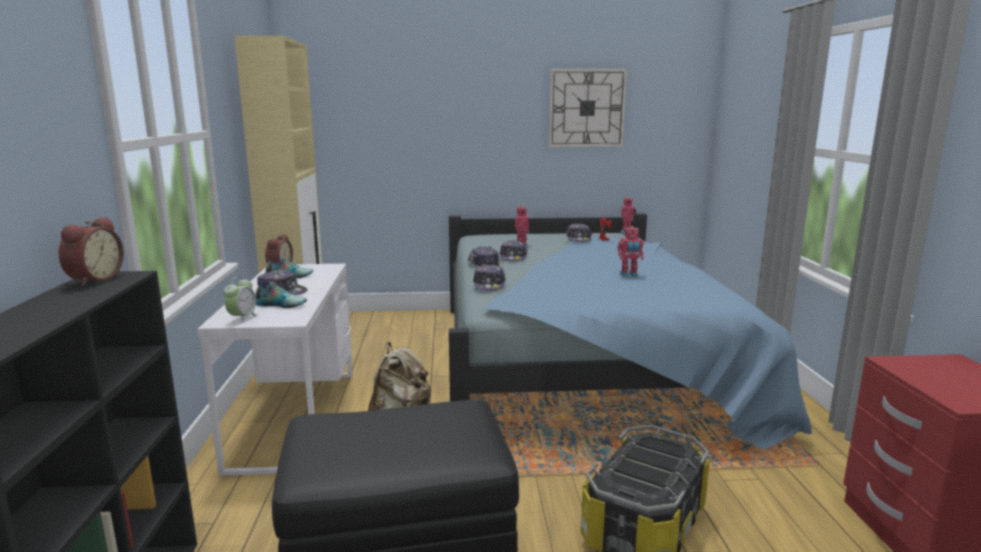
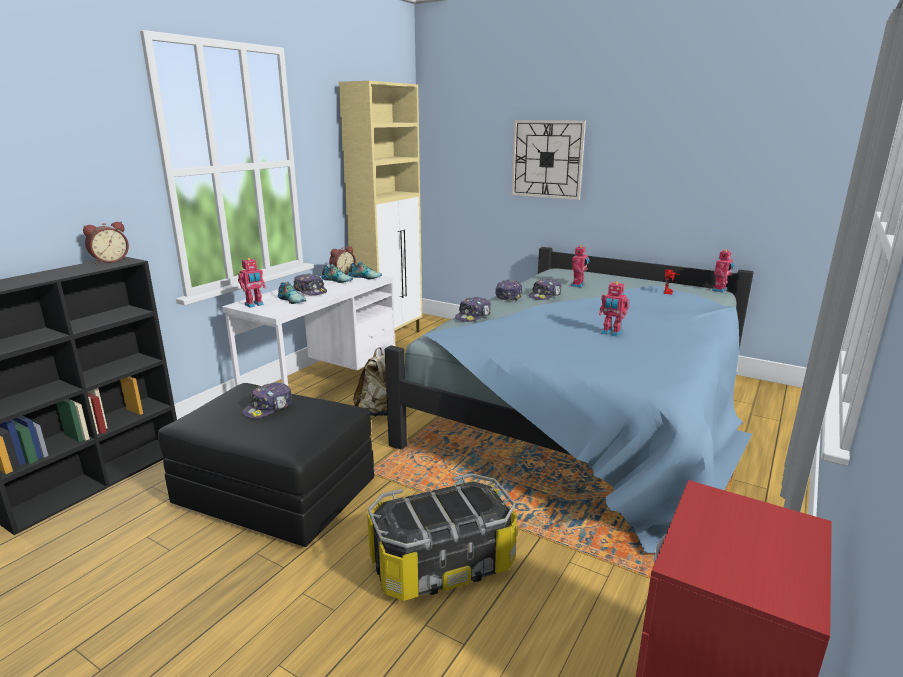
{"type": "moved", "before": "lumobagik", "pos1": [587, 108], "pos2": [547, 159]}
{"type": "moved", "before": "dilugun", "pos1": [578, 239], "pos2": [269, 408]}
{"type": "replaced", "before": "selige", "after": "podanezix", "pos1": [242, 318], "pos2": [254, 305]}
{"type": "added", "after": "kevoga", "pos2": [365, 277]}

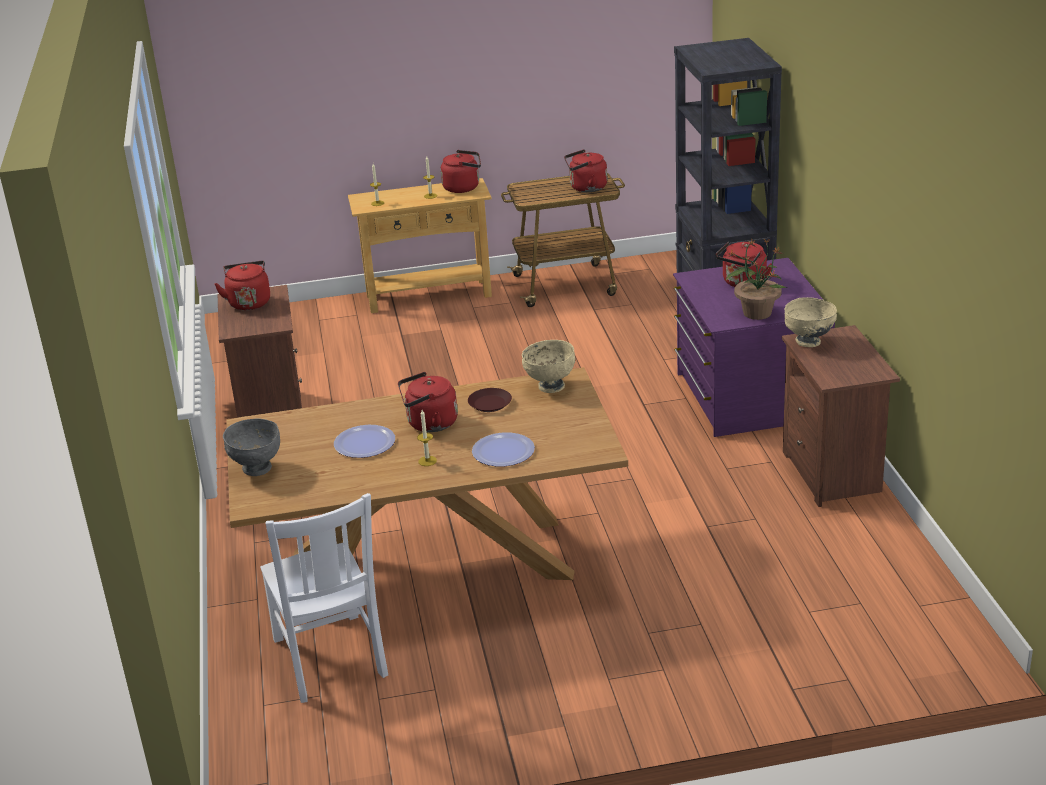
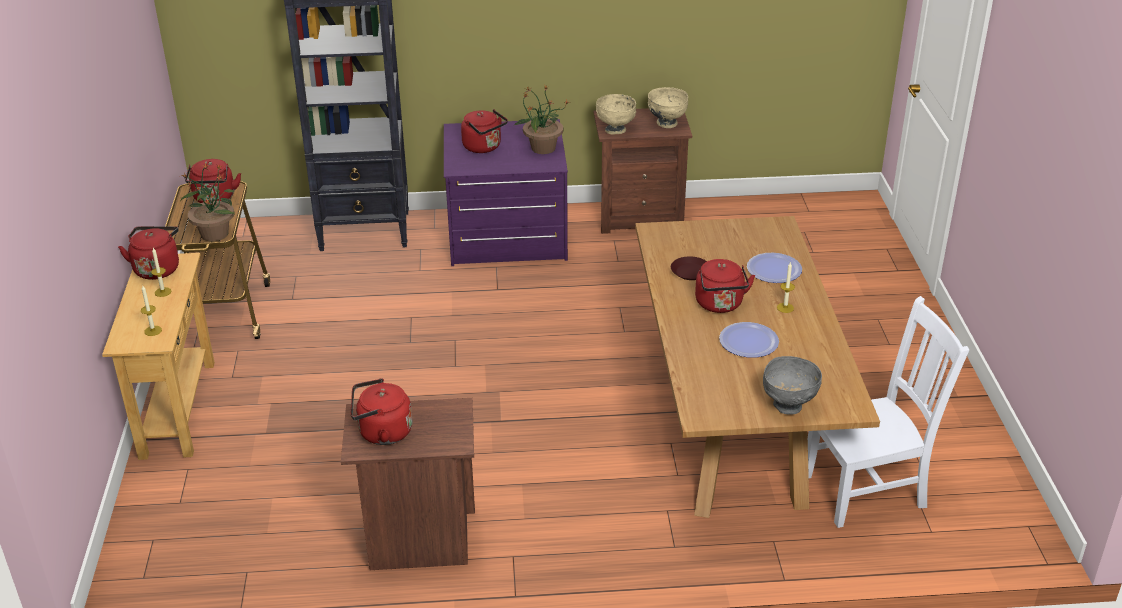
{"type": "moved", "before": "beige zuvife", "pos1": [550, 386], "pos2": [666, 124]}
{"type": "added", "after": "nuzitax", "pos2": [214, 233]}

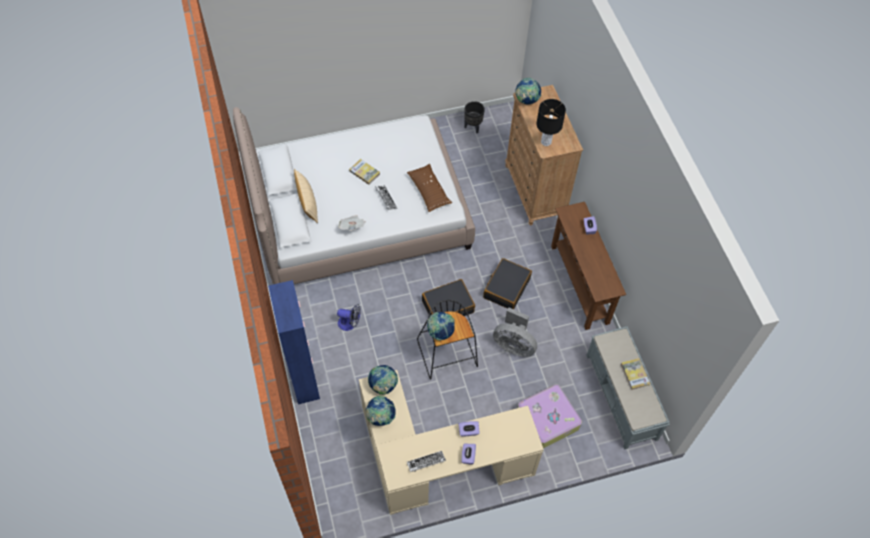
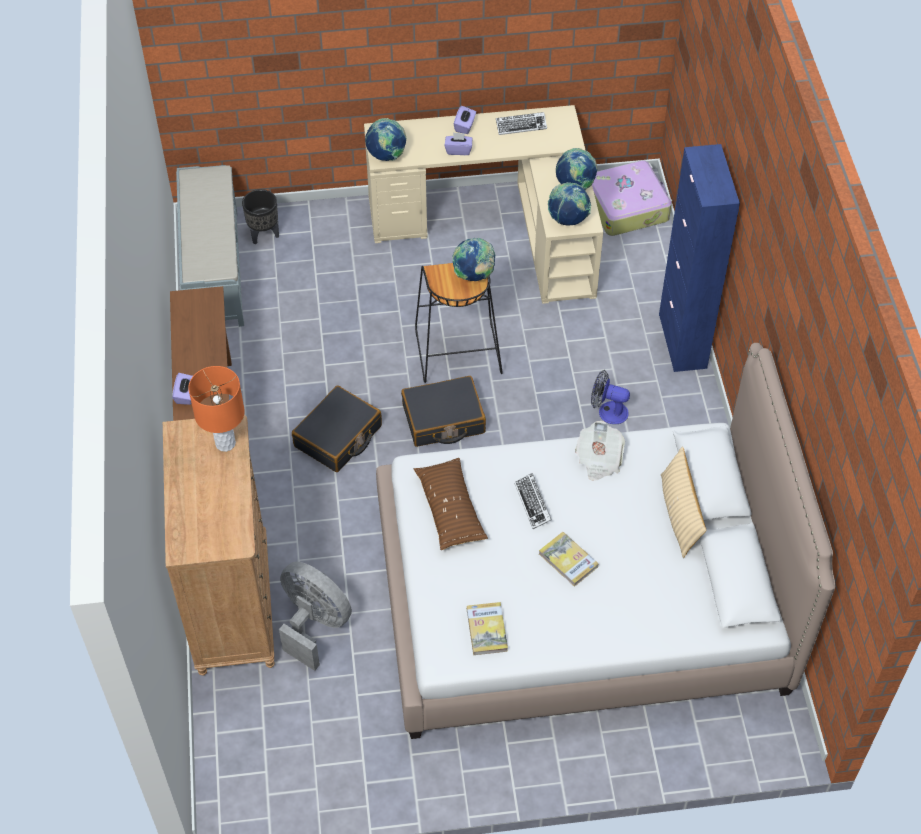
{"type": "moved", "before": "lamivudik", "pos1": [526, 100], "pos2": [387, 156]}
{"type": "recoloured", "before": "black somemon", "after": "orange somemon", "pos1": [546, 142], "pos2": [225, 443]}
{"type": "moved", "before": "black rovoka", "pos1": [473, 127], "pos2": [264, 234]}
{"type": "moved", "before": "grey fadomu", "pos1": [513, 345], "pos2": [314, 624]}
{"type": "moved", "before": "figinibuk", "pos1": [634, 374], "pos2": [487, 630]}
{"type": "moved", "before": "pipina", "pos1": [547, 420], "pos2": [627, 206]}

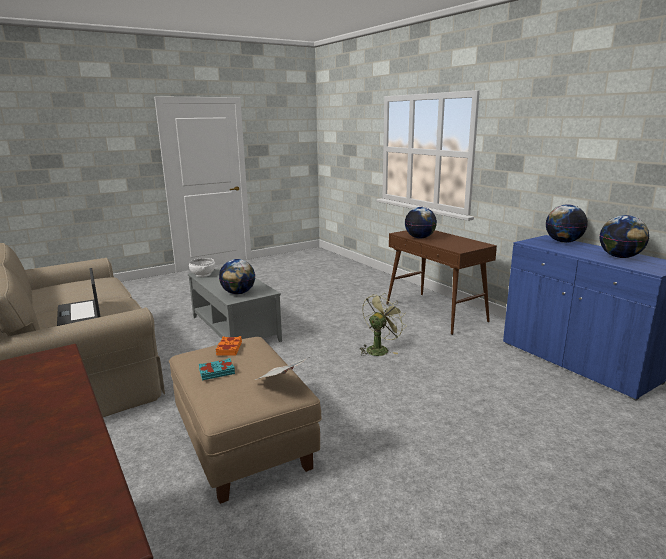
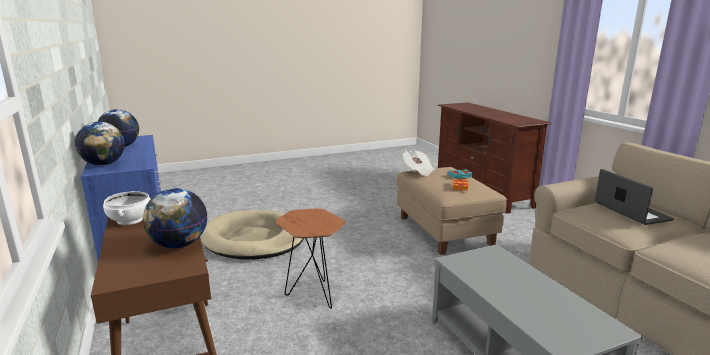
{"type": "moved", "before": "white zuvife", "pos1": [203, 275], "pos2": [129, 220]}
{"type": "removed", "before": "lamivudik", "pos1": [238, 293]}
{"type": "replaced", "before": "green fadomu", "after": "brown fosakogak", "pos1": [379, 349], "pos2": [312, 293]}
{"type": "added", "after": "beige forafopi", "pos2": [254, 239]}

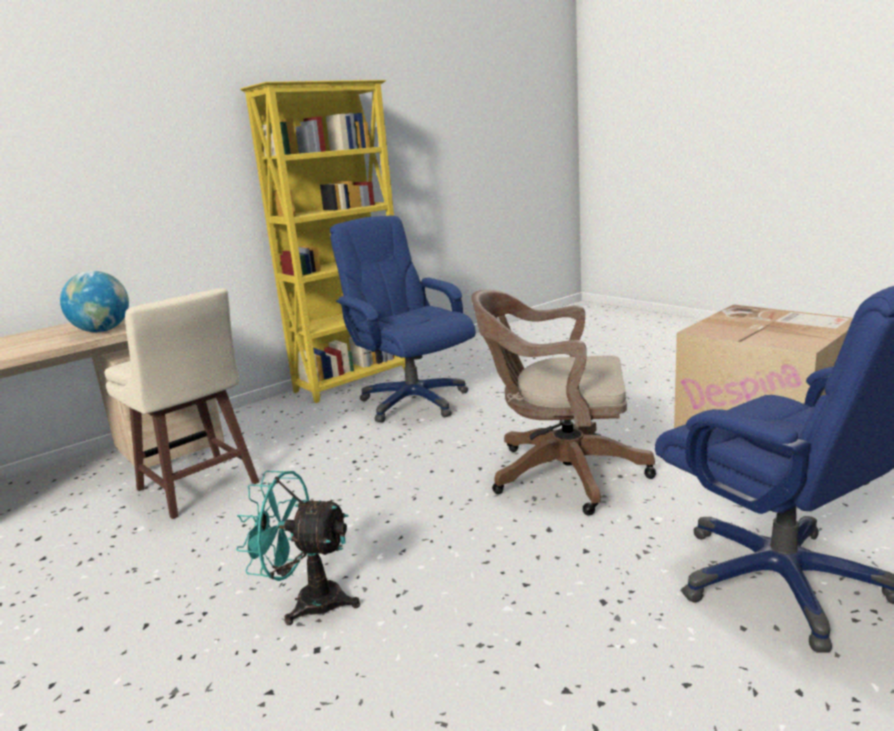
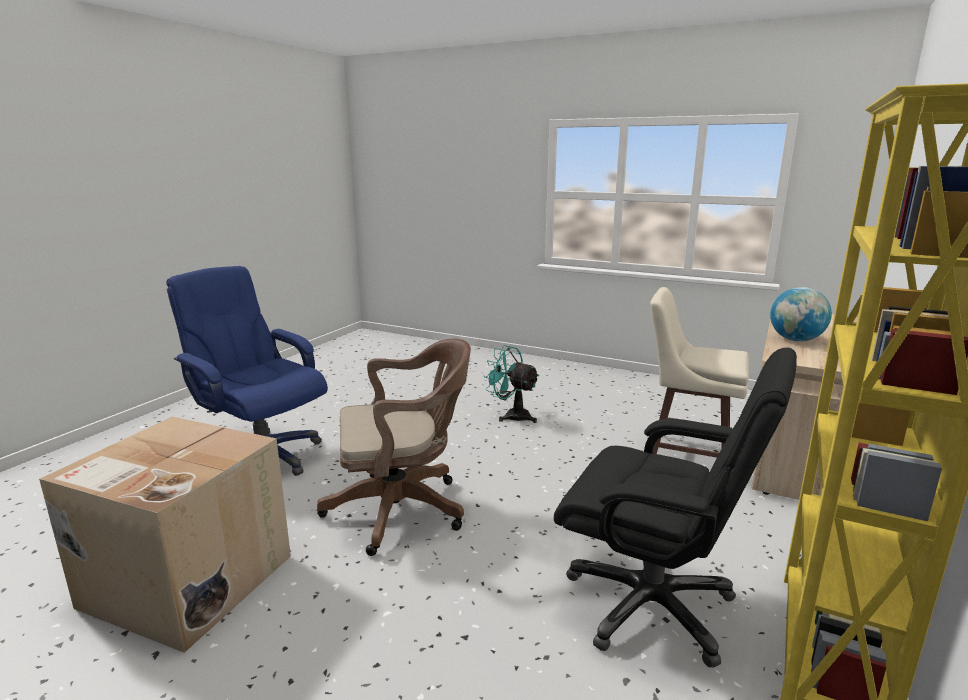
{"type": "recoloured", "before": "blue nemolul", "after": "black nemolul", "pos1": [413, 402], "pos2": [652, 605]}
{"type": "turned", "before": "turquoise fadomu", "pos1": [308, 601], "pos2": [512, 415], "turn": -135}

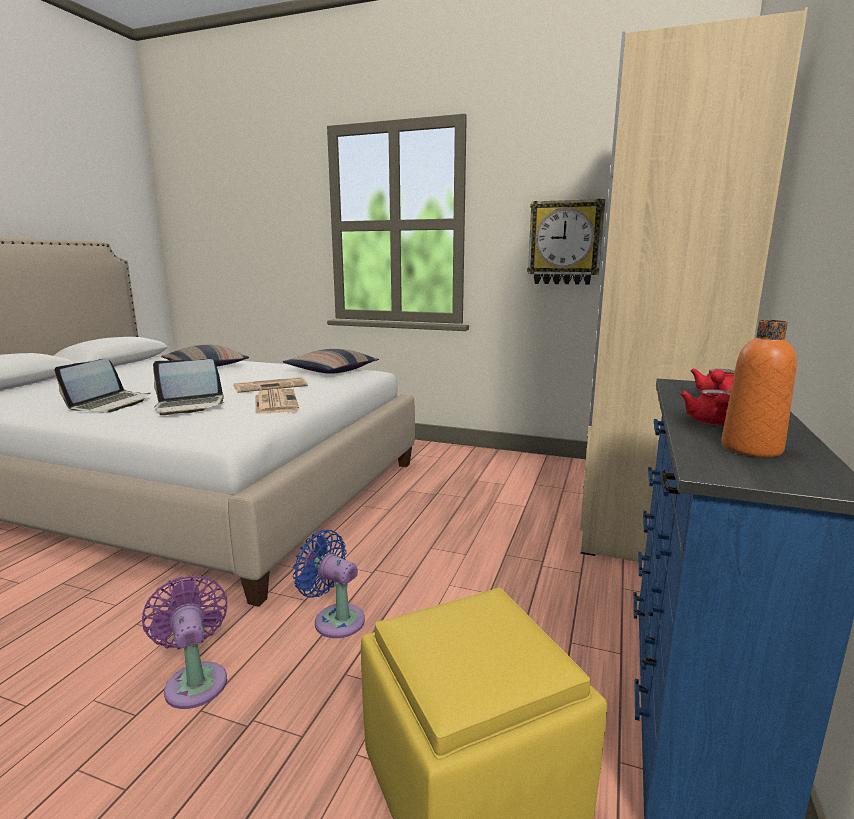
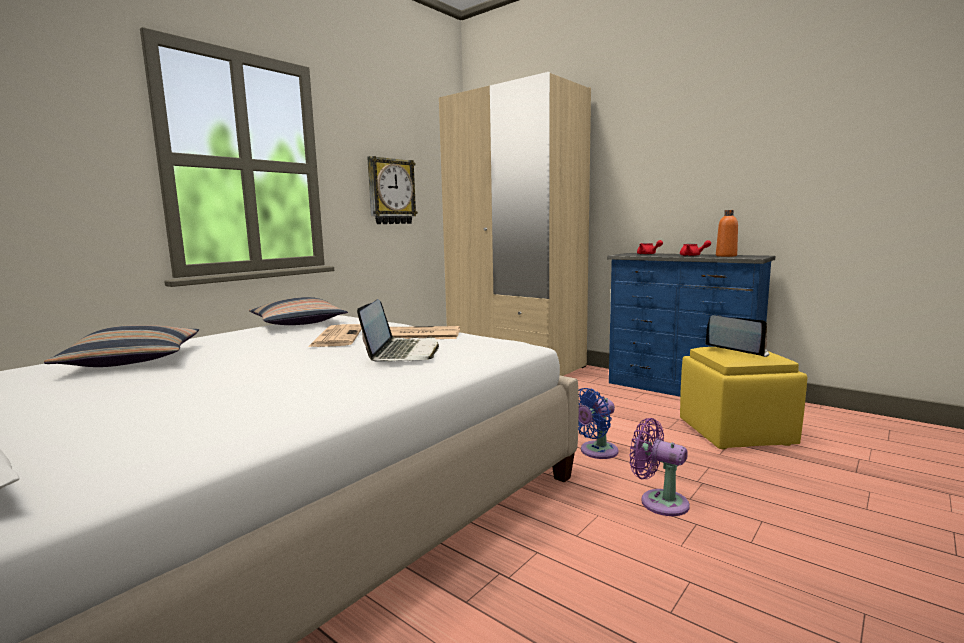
{"type": "moved", "before": "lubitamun", "pos1": [110, 404], "pos2": [737, 351]}
{"type": "turned", "before": "purple fadomu", "pos1": [195, 680], "pos2": [659, 501], "turn": 45}

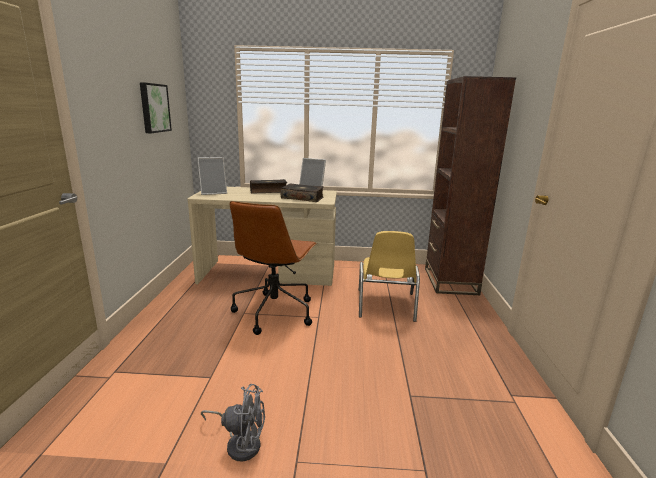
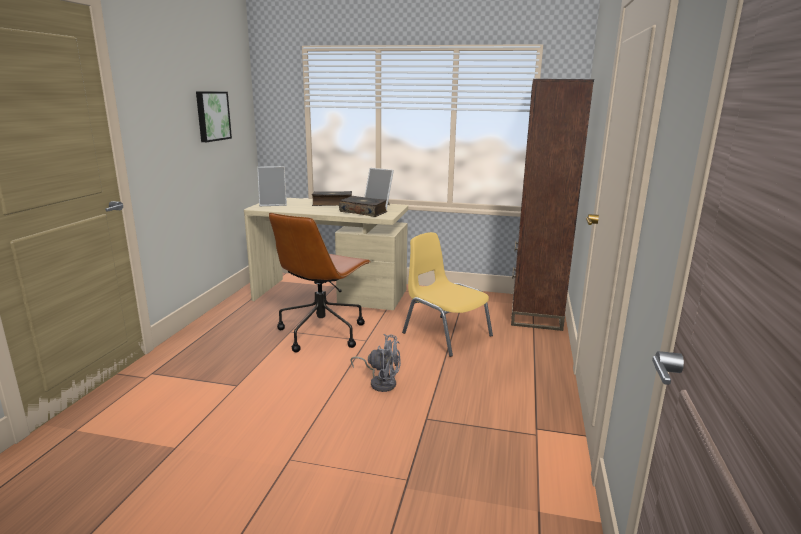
{"type": "turned", "before": "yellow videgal", "pos1": [386, 305], "pos2": [445, 334], "turn": 120}
{"type": "moved", "before": "grey fadomu", "pos1": [240, 443], "pos2": [380, 382]}

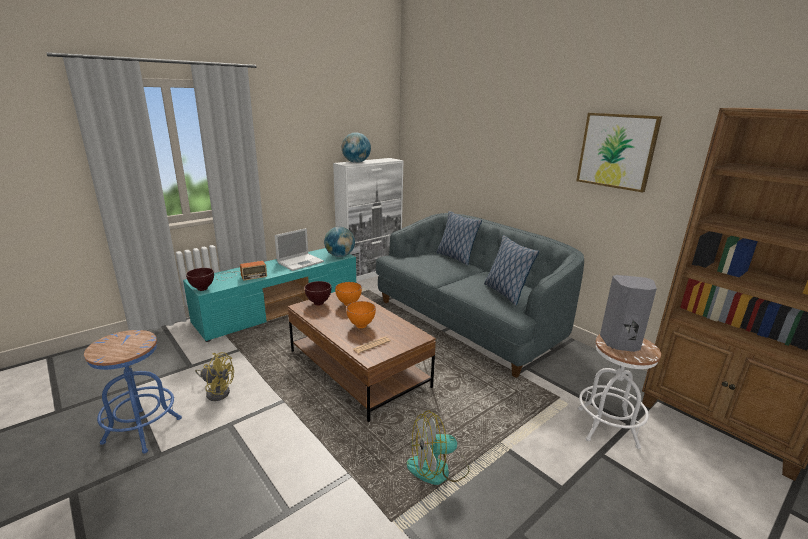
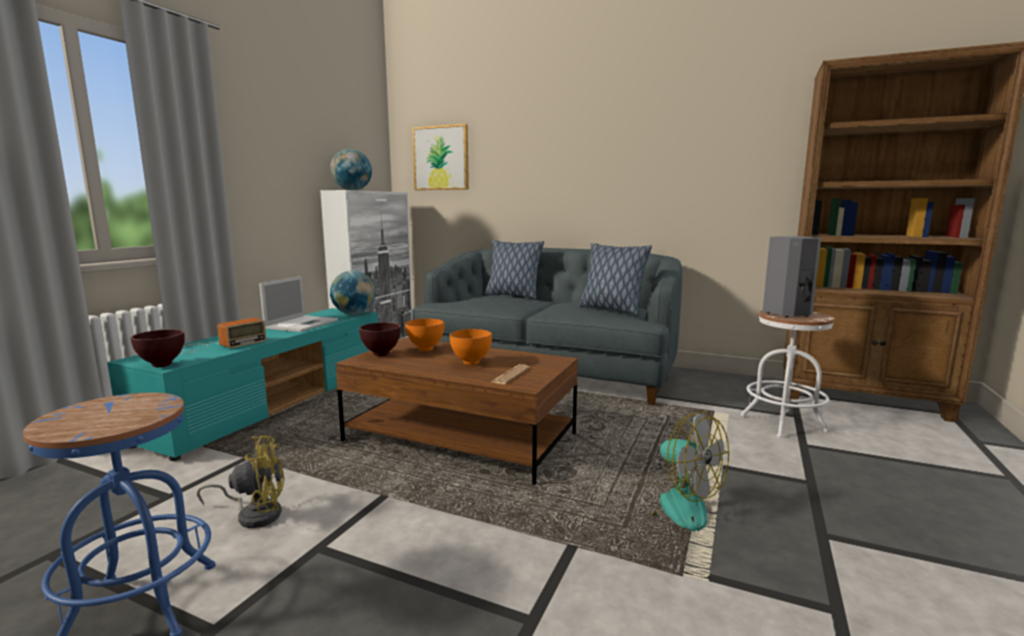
{"type": "moved", "before": "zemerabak", "pos1": [616, 151], "pos2": [441, 158]}
{"type": "turned", "before": "fadomu", "pos1": [438, 469], "pos2": [671, 505], "turn": -90}

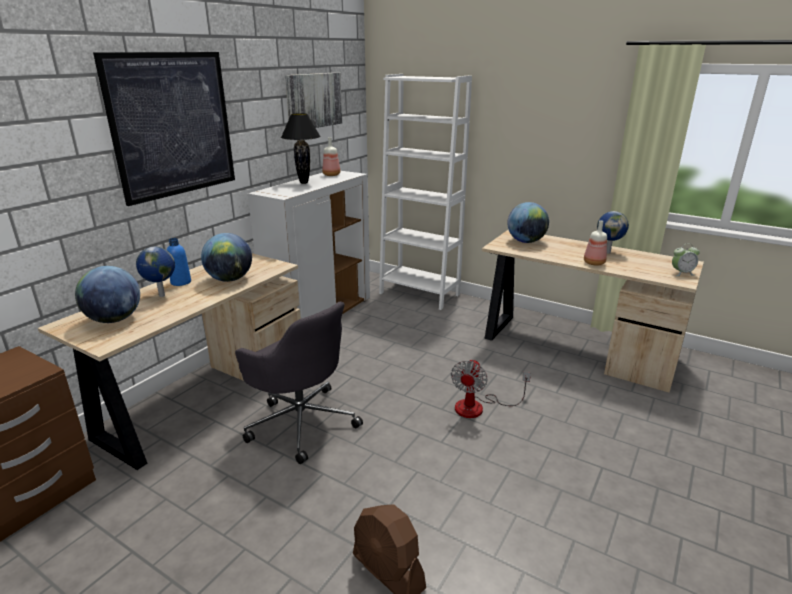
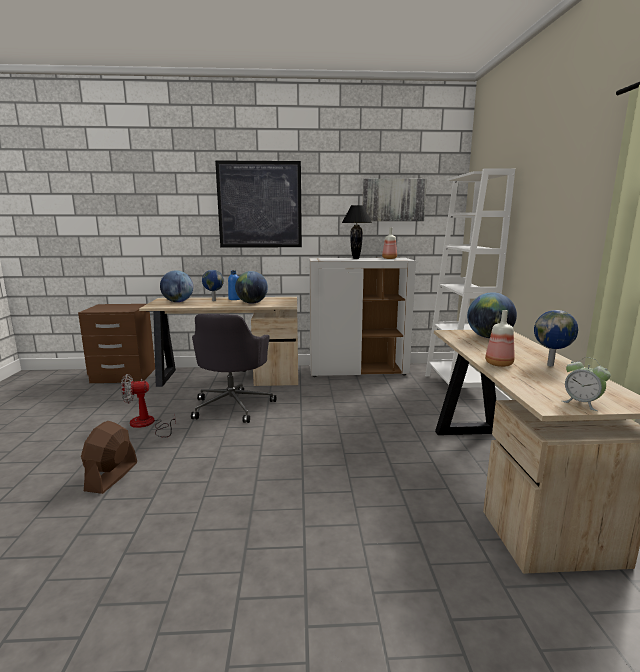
{"type": "moved", "before": "fadomu", "pos1": [478, 407], "pos2": [147, 425]}

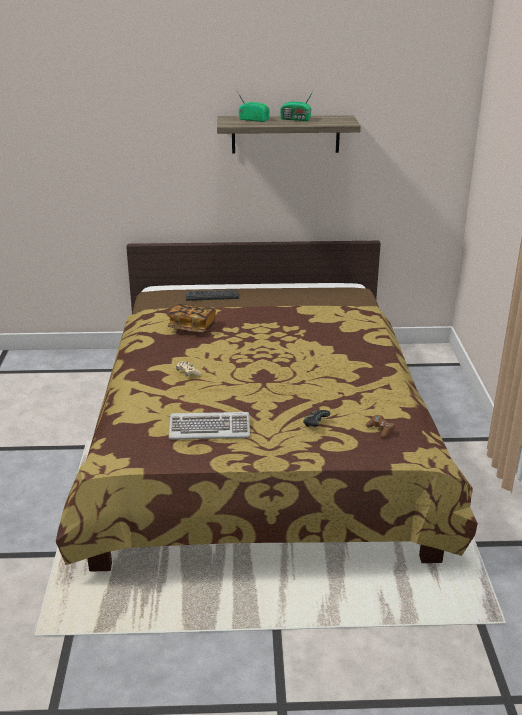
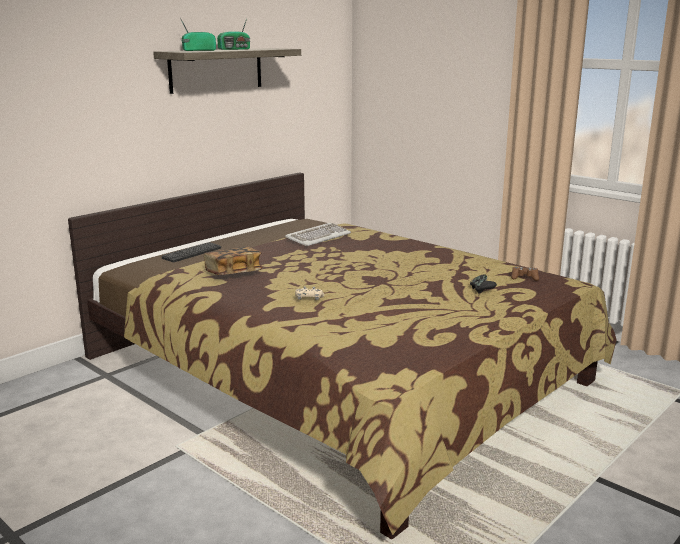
{"type": "moved", "before": "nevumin", "pos1": [210, 428], "pos2": [318, 237]}

